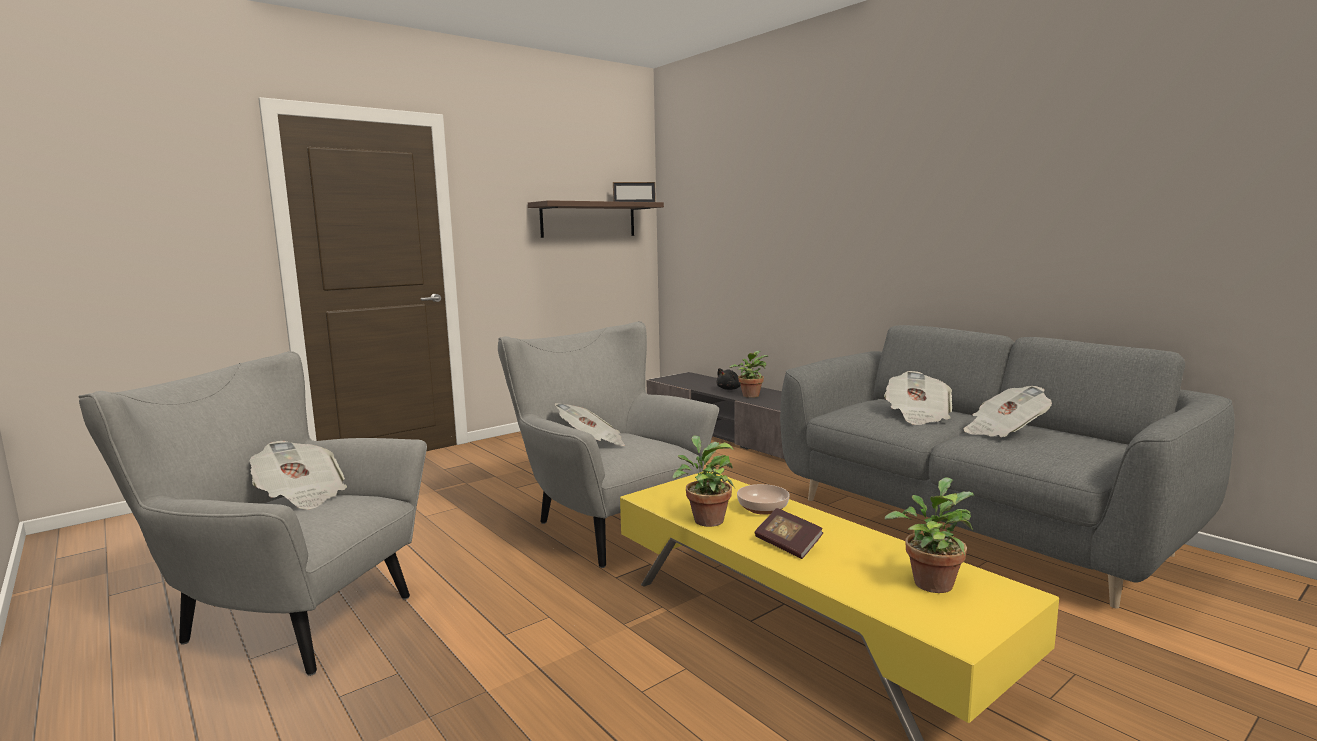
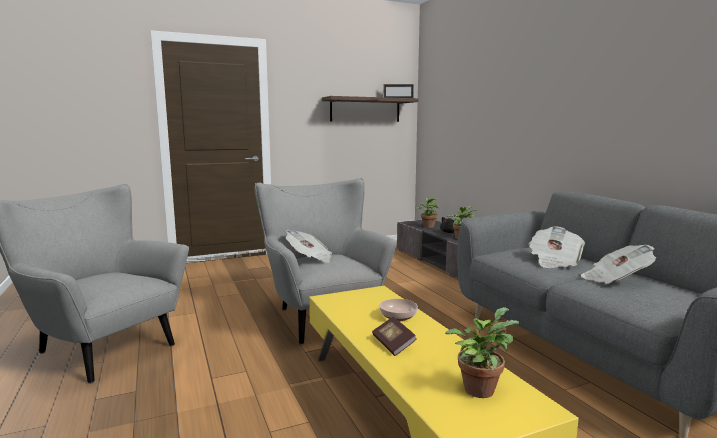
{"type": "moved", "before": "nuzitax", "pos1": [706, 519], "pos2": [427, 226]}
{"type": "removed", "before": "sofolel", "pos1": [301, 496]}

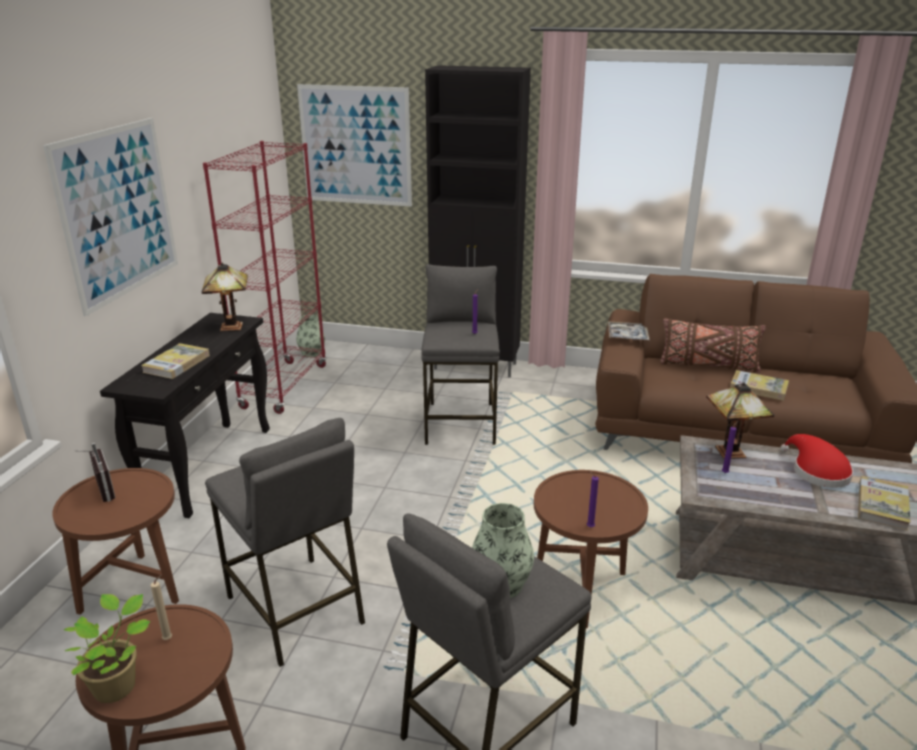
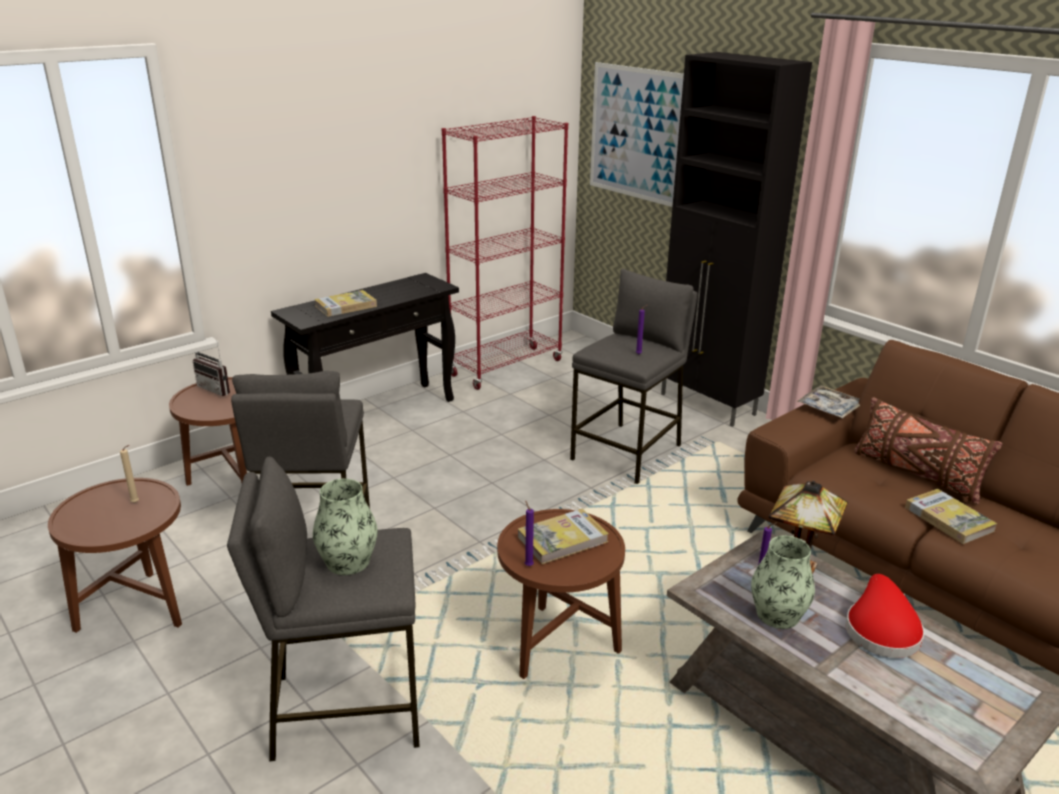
{"type": "removed", "before": "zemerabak", "pos1": [118, 212]}
{"type": "removed", "before": "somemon", "pos1": [232, 327]}
{"type": "moved", "before": "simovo", "pos1": [311, 353], "pos2": [777, 614]}
{"type": "turned", "before": "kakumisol", "pos1": [99, 491], "pos2": [218, 389], "turn": 120}
{"type": "moved", "before": "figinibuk", "pos1": [882, 505], "pos2": [562, 539]}
{"type": "removed", "before": "nuzitax", "pos1": [118, 685]}

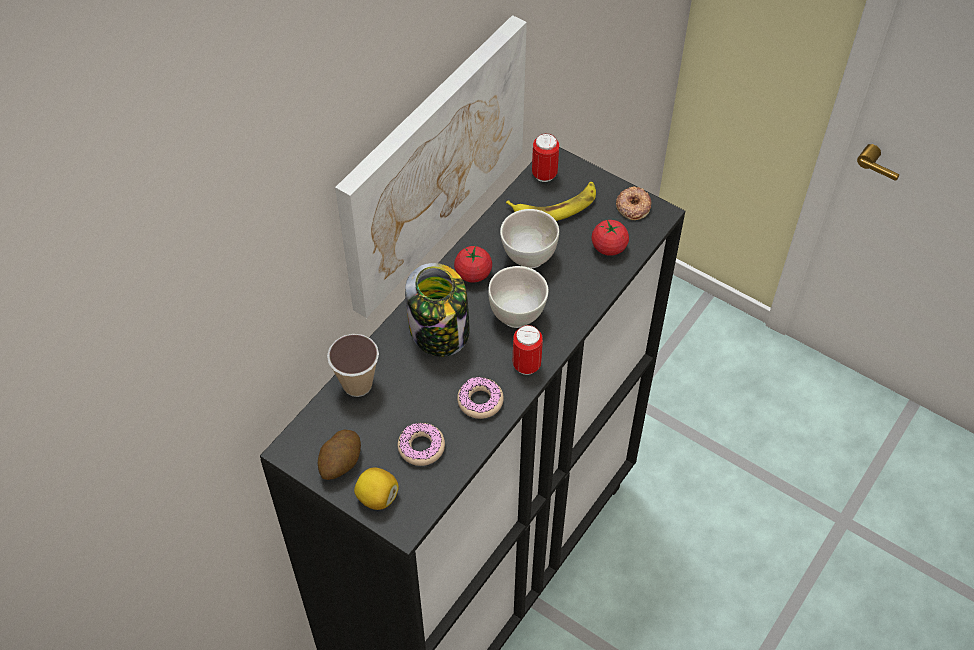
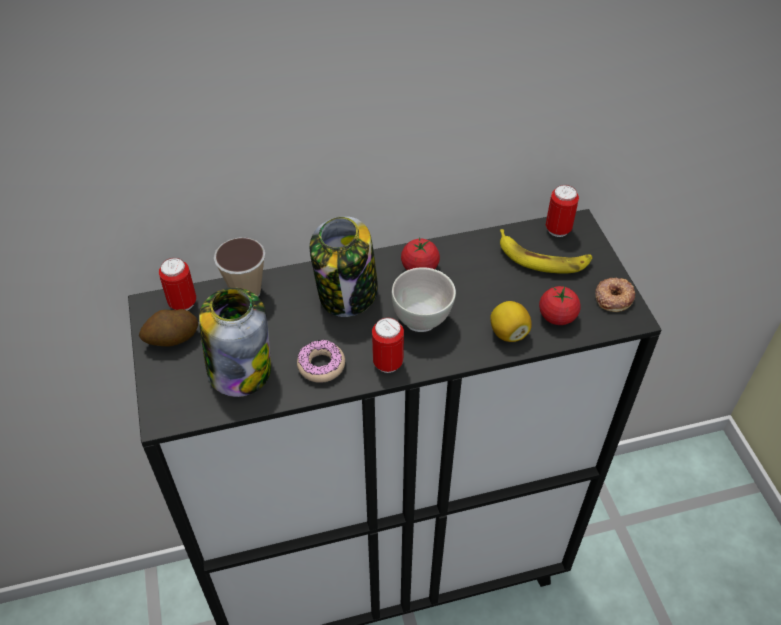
{"type": "removed", "before": "zemerabak", "pos1": [431, 163]}
{"type": "removed", "before": "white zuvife", "pos1": [528, 256]}
{"type": "replaced", "before": "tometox", "after": "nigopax", "pos1": [421, 447], "pos2": [239, 368]}
{"type": "moved", "before": "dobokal", "pos1": [377, 497], "pos2": [508, 333]}
{"type": "added", "after": "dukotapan", "pos2": [183, 303]}

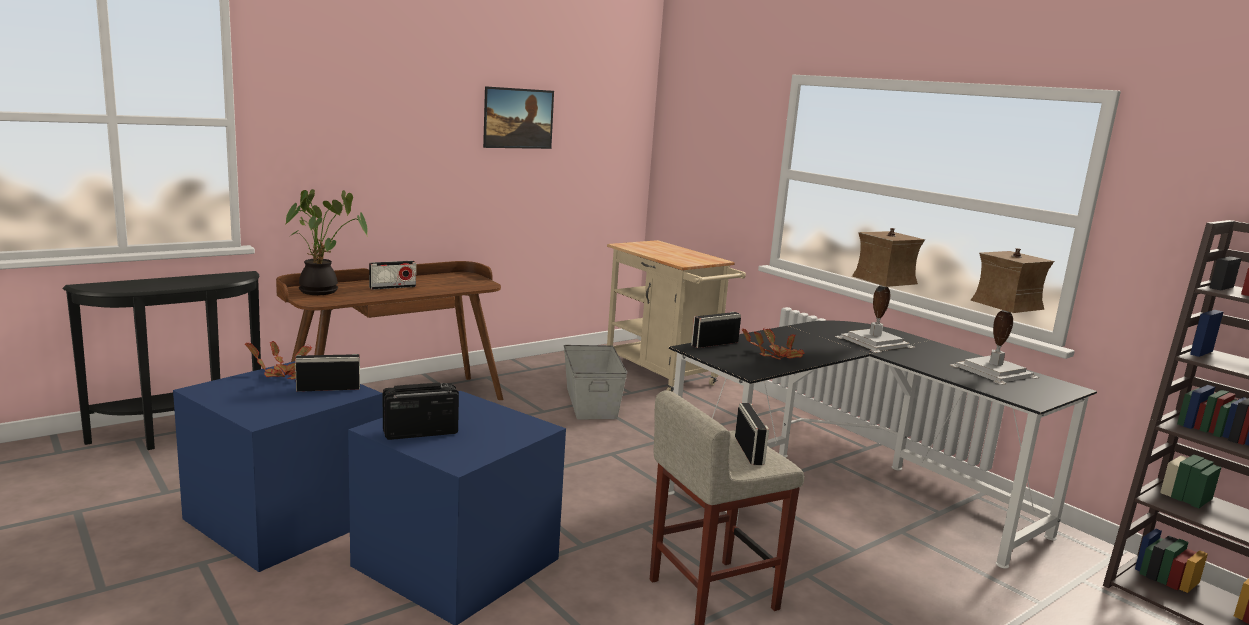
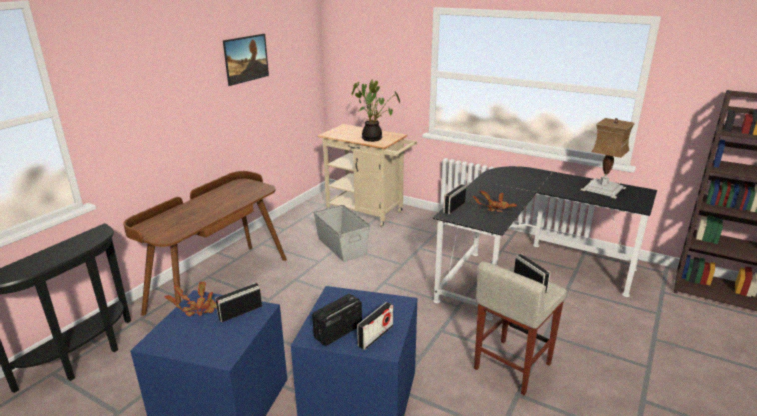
{"type": "moved", "before": "nuzitax", "pos1": [322, 291], "pos2": [373, 138]}
{"type": "removed", "before": "somemon", "pos1": [876, 342]}
{"type": "moved", "before": "kakumisol", "pos1": [392, 287], "pos2": [375, 336]}

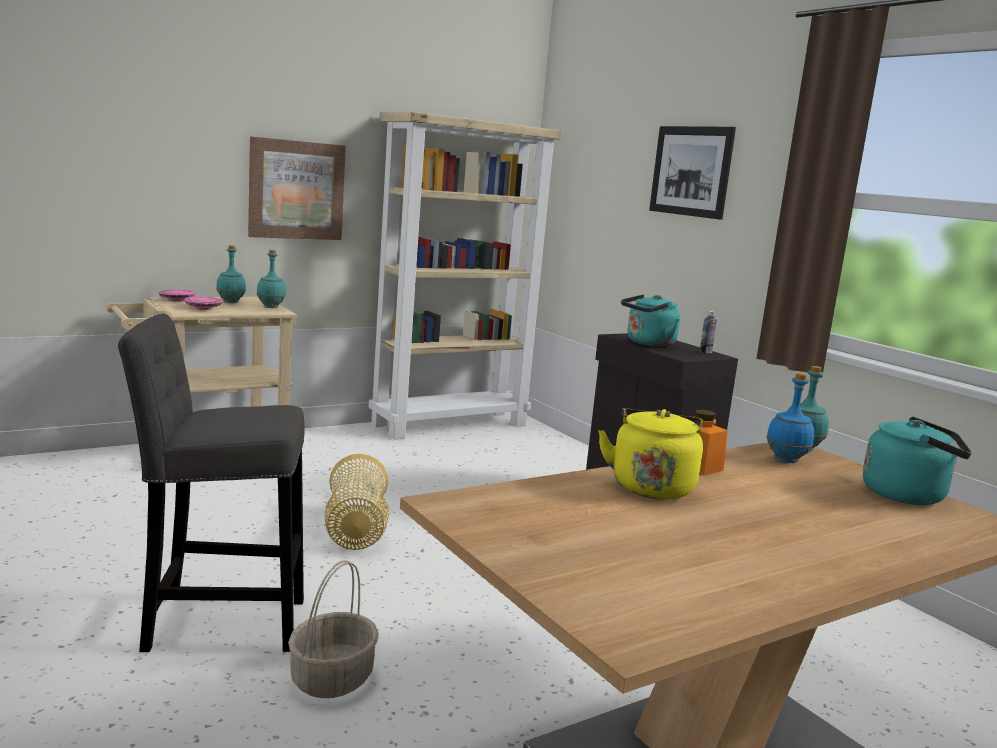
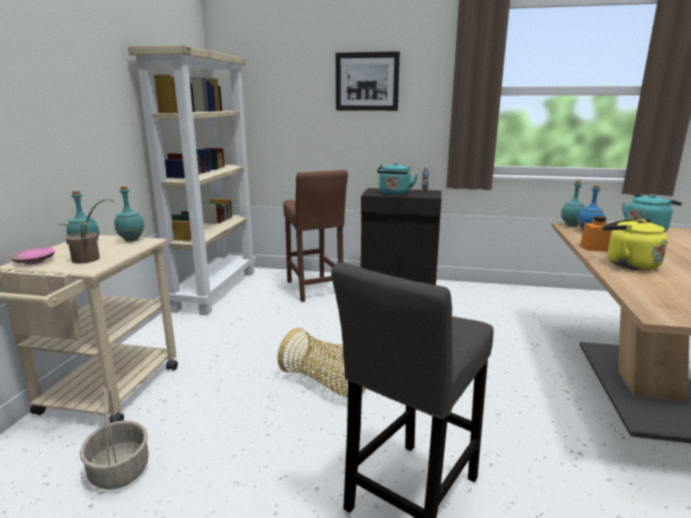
{"type": "removed", "before": "zemerabak", "pos1": [296, 190]}
{"type": "replaced", "before": "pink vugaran", "after": "nuzitax", "pos1": [203, 308], "pos2": [89, 259]}
{"type": "moved", "before": "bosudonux", "pos1": [332, 677], "pos2": [119, 470]}
{"type": "added", "after": "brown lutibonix", "pos2": [315, 290]}

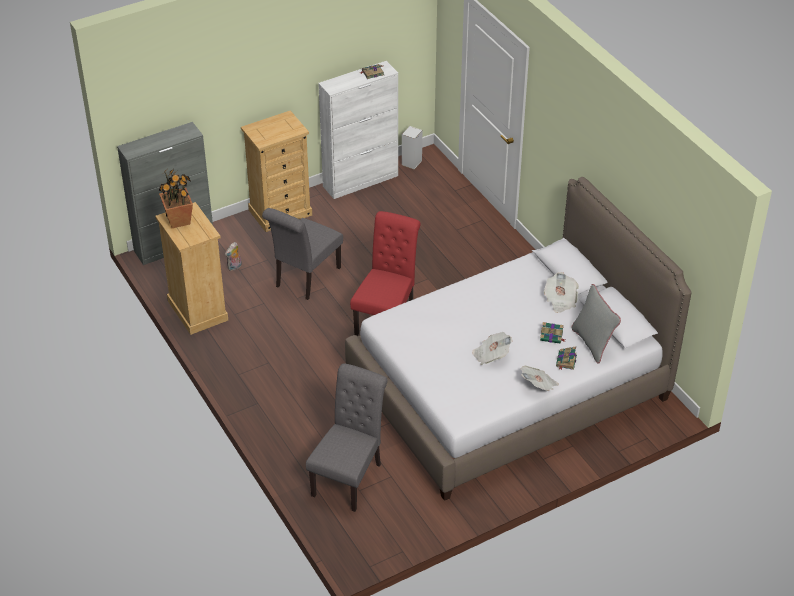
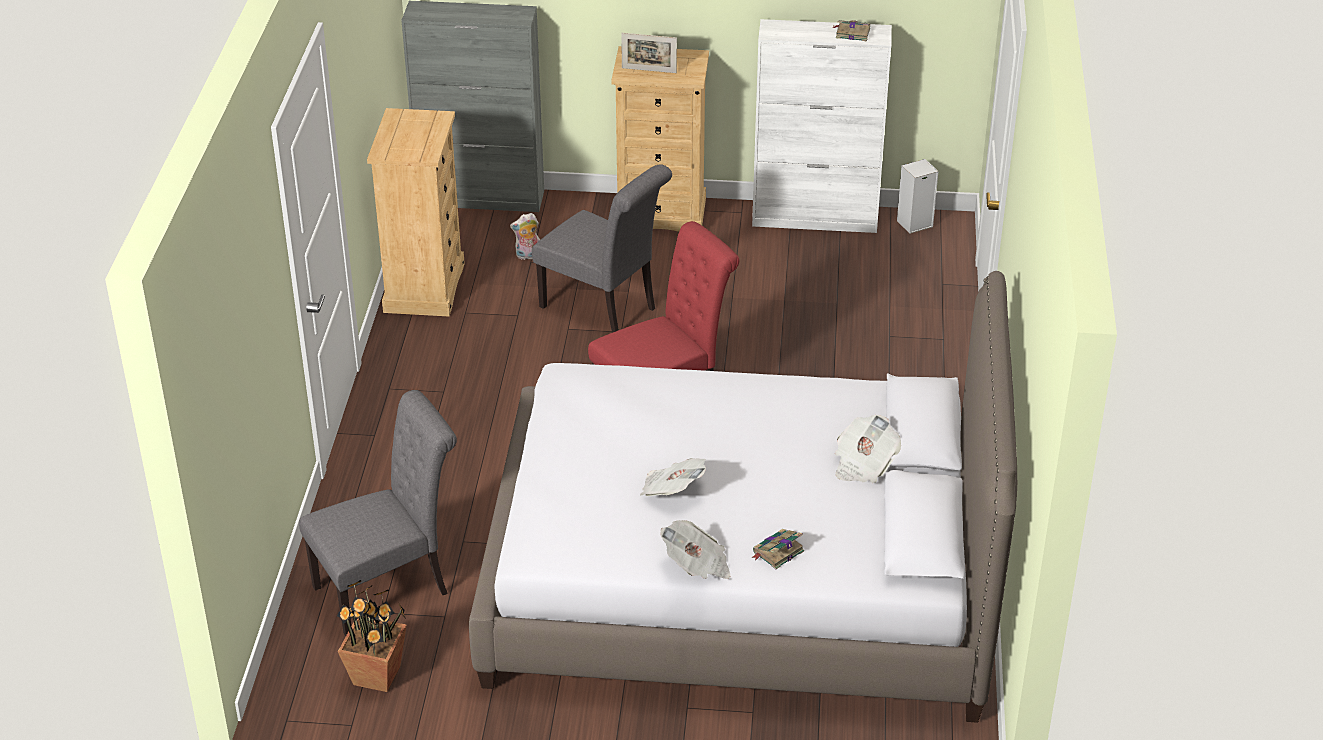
{"type": "moved", "before": "nuzitax", "pos1": [179, 220], "pos2": [378, 675]}
{"type": "turned", "before": "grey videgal", "pos1": [305, 279], "pos2": [604, 309], "turn": -120}
{"type": "removed", "before": "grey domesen", "pos1": [593, 343]}
{"type": "removed", "before": "figinibuk", "pos1": [552, 336]}
{"type": "added", "after": "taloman", "pos2": [649, 70]}

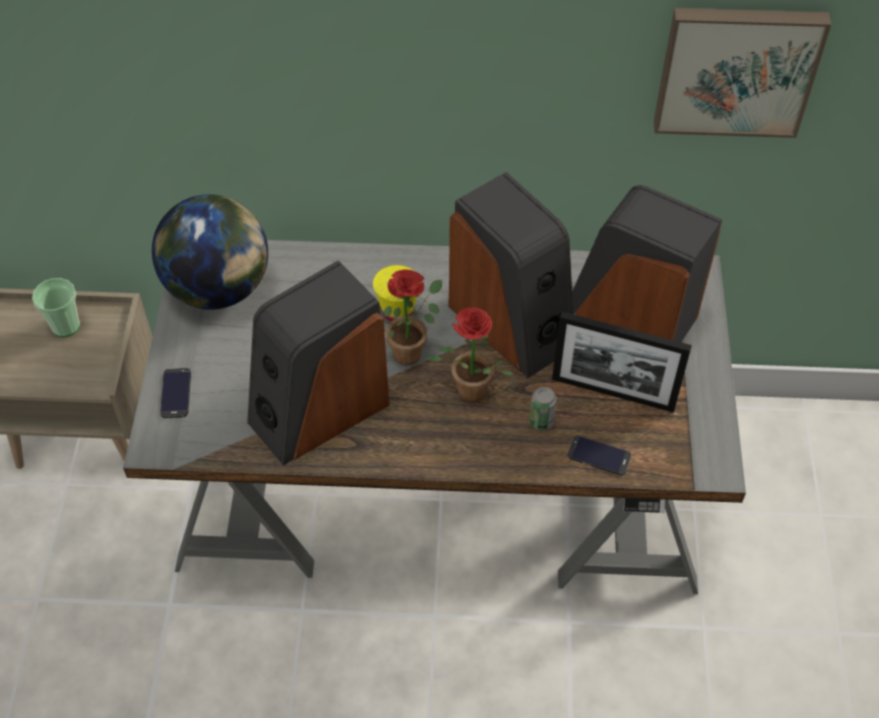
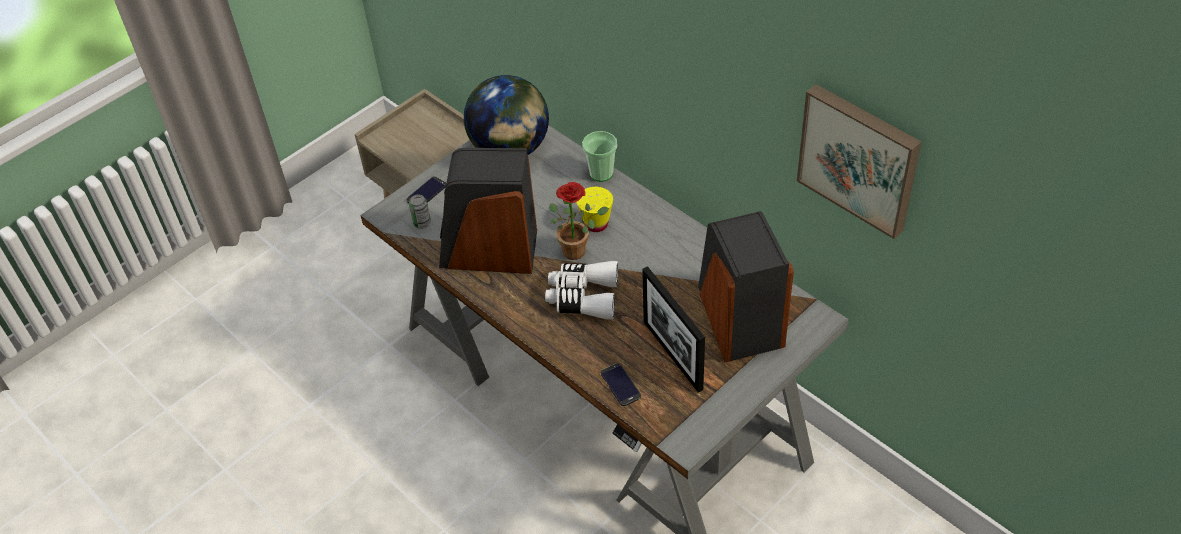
{"type": "removed", "before": "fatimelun", "pos1": [512, 323]}
{"type": "moved", "before": "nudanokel", "pos1": [66, 326], "pos2": [601, 173]}
{"type": "replaced", "before": "nuzitax", "after": "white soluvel", "pos1": [467, 394], "pos2": [583, 297]}
{"type": "moved", "before": "dukotapan", "pos1": [541, 421], "pos2": [422, 223]}

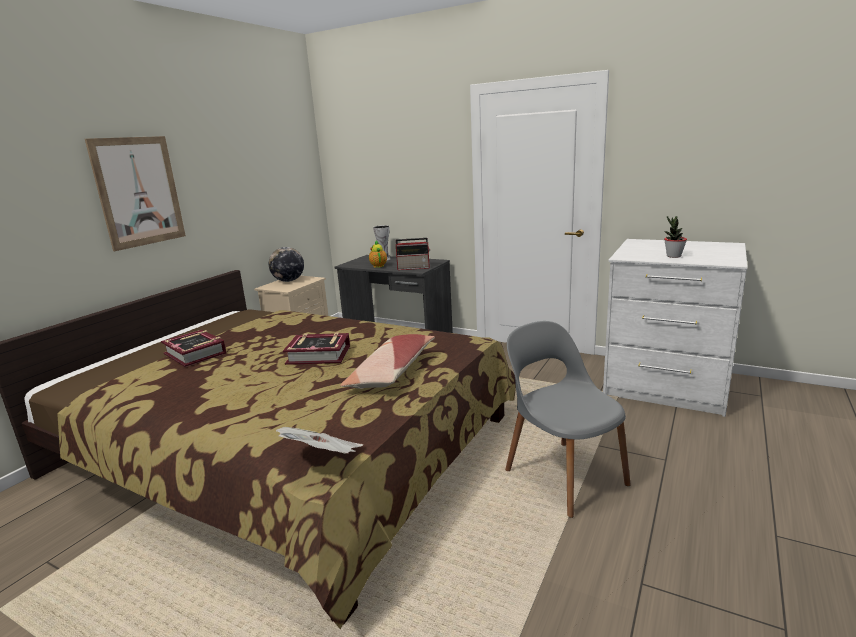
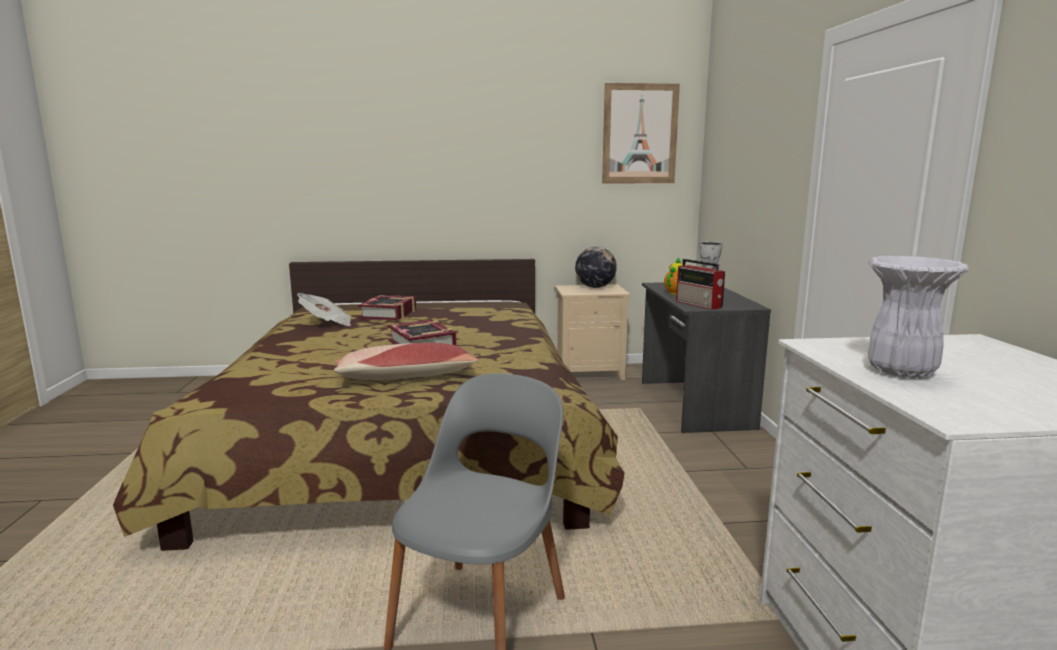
{"type": "moved", "before": "zemerabak", "pos1": [138, 192], "pos2": [640, 134]}
{"type": "replaced", "before": "nuzitax", "after": "white simovo", "pos1": [673, 256], "pos2": [901, 371]}
{"type": "moved", "before": "sofolel", "pos1": [324, 458], "pos2": [327, 323]}

